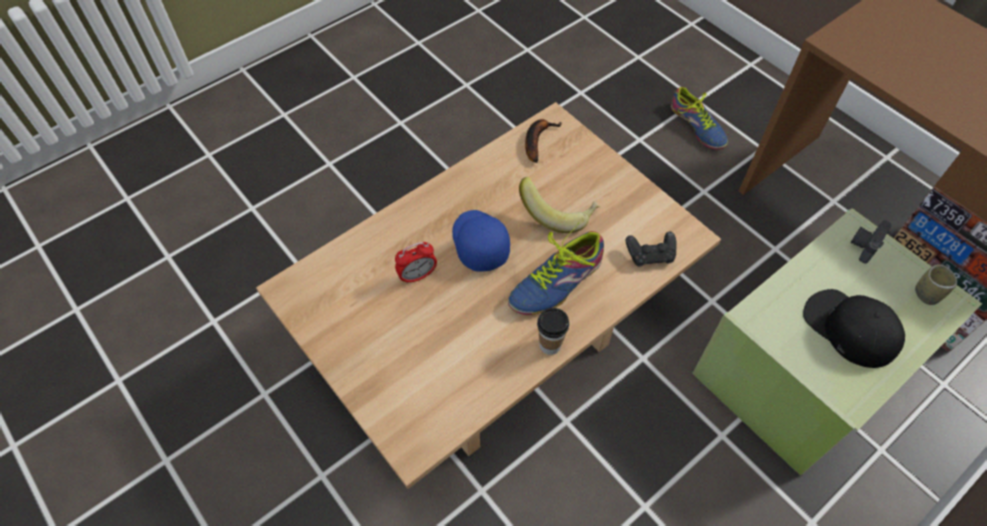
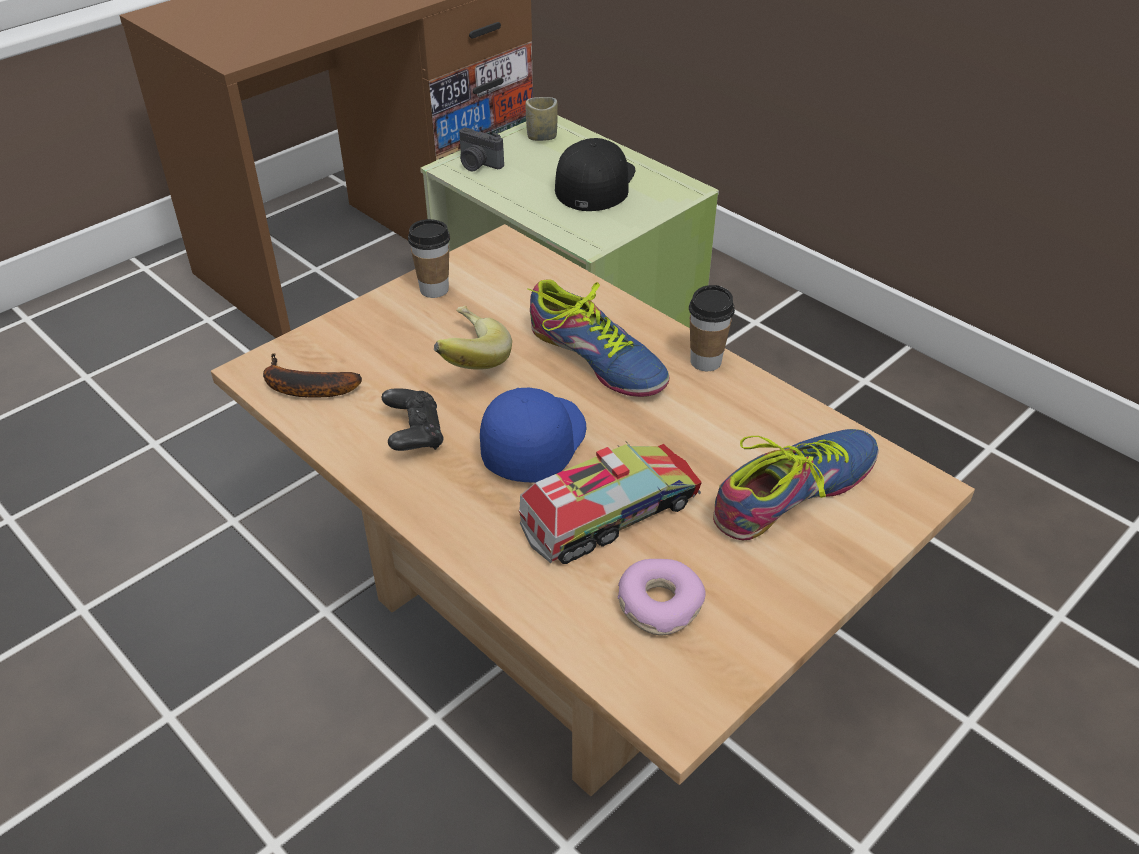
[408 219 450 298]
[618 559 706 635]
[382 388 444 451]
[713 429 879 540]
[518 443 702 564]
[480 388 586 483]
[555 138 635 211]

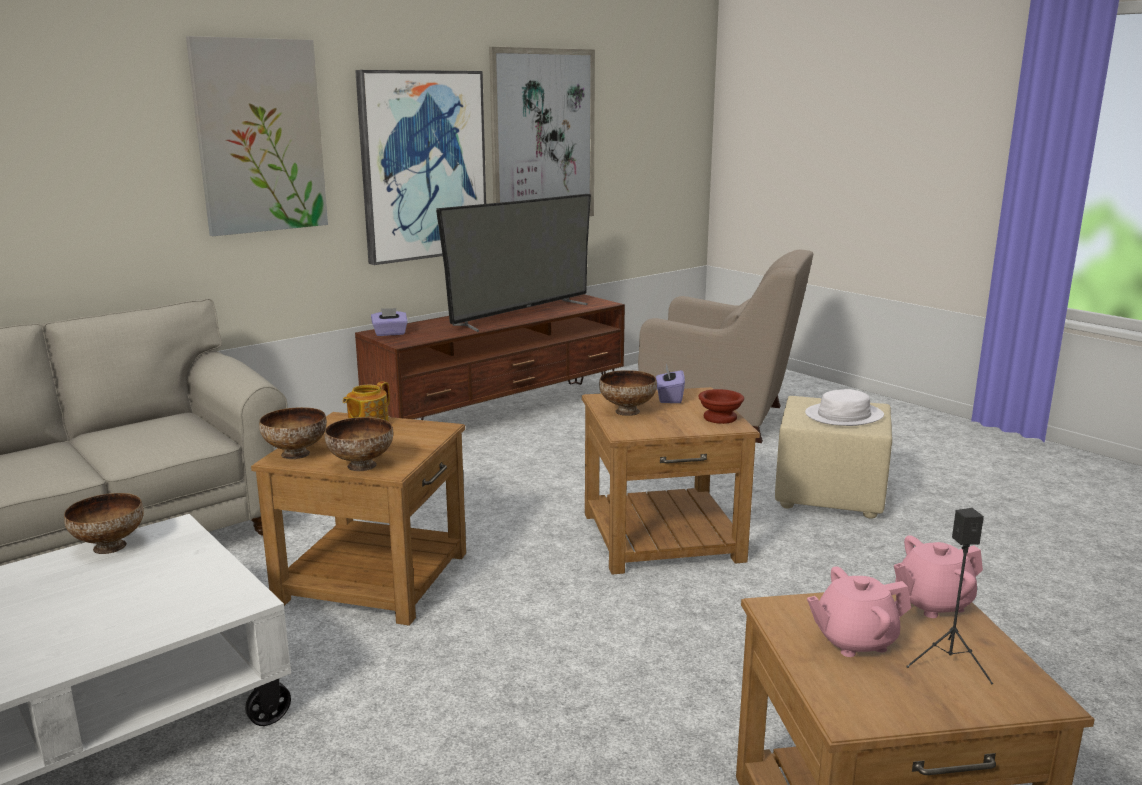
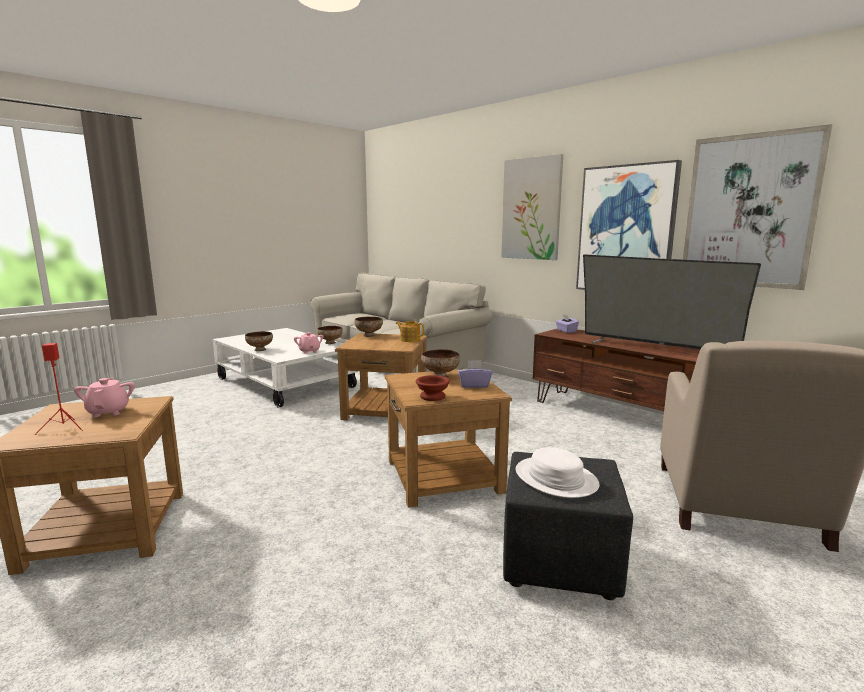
[245 331 273 351]
[294 332 323 354]
[503 452 633 600]
[35 343 83 435]

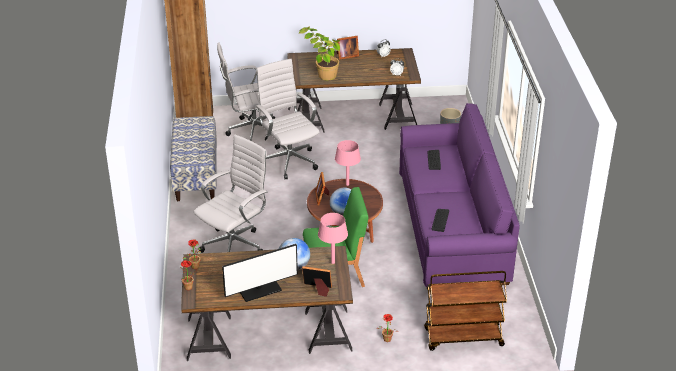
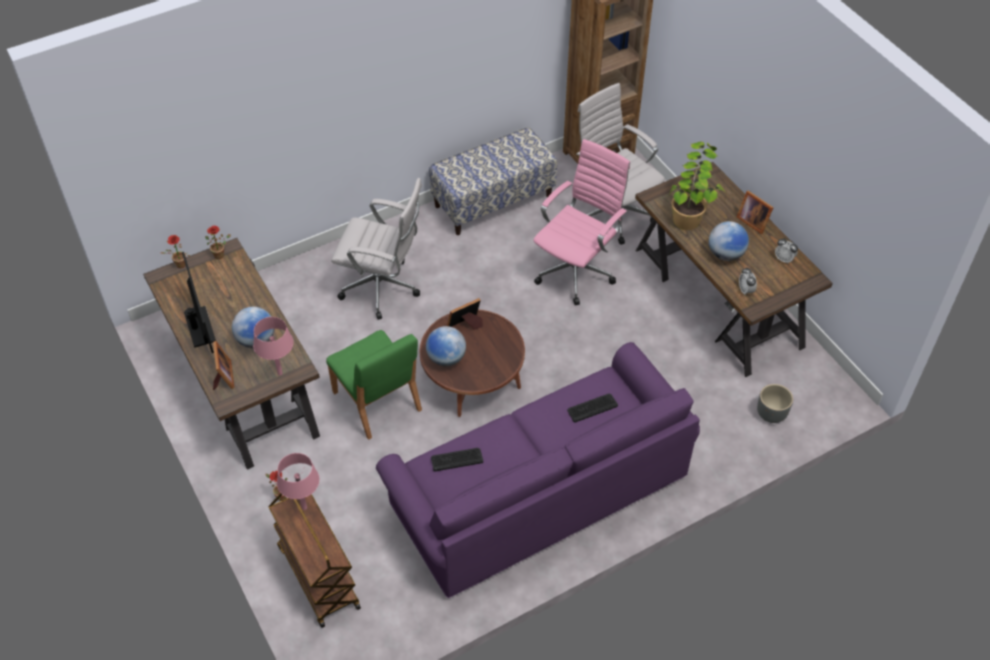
[709 221 749 261]
[277 453 320 510]
[533 139 630 305]
[182 252 216 353]

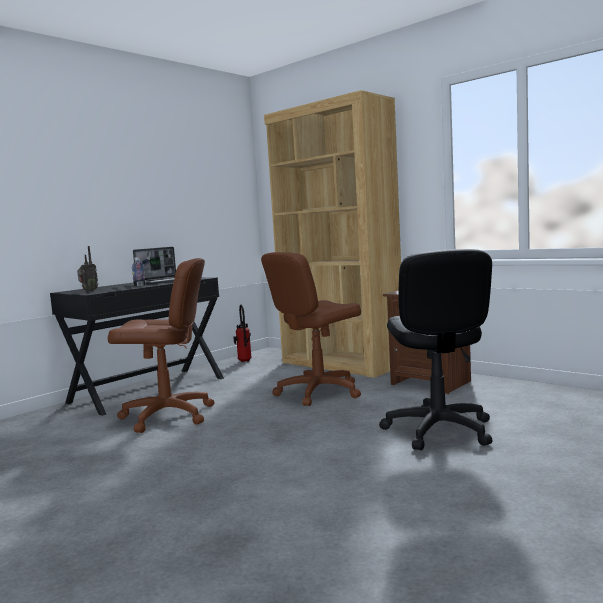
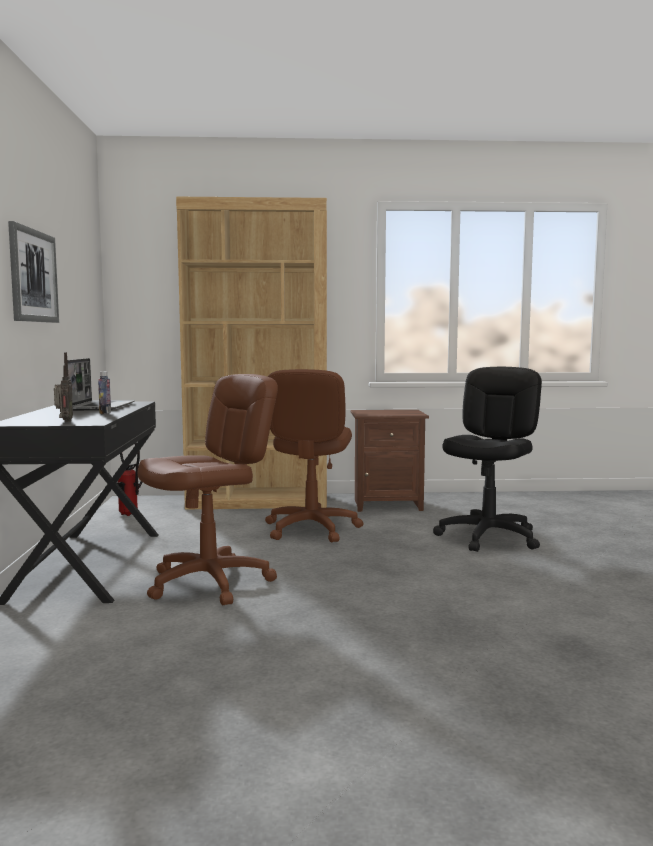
[8 221 59 323]
[433 367 542 552]

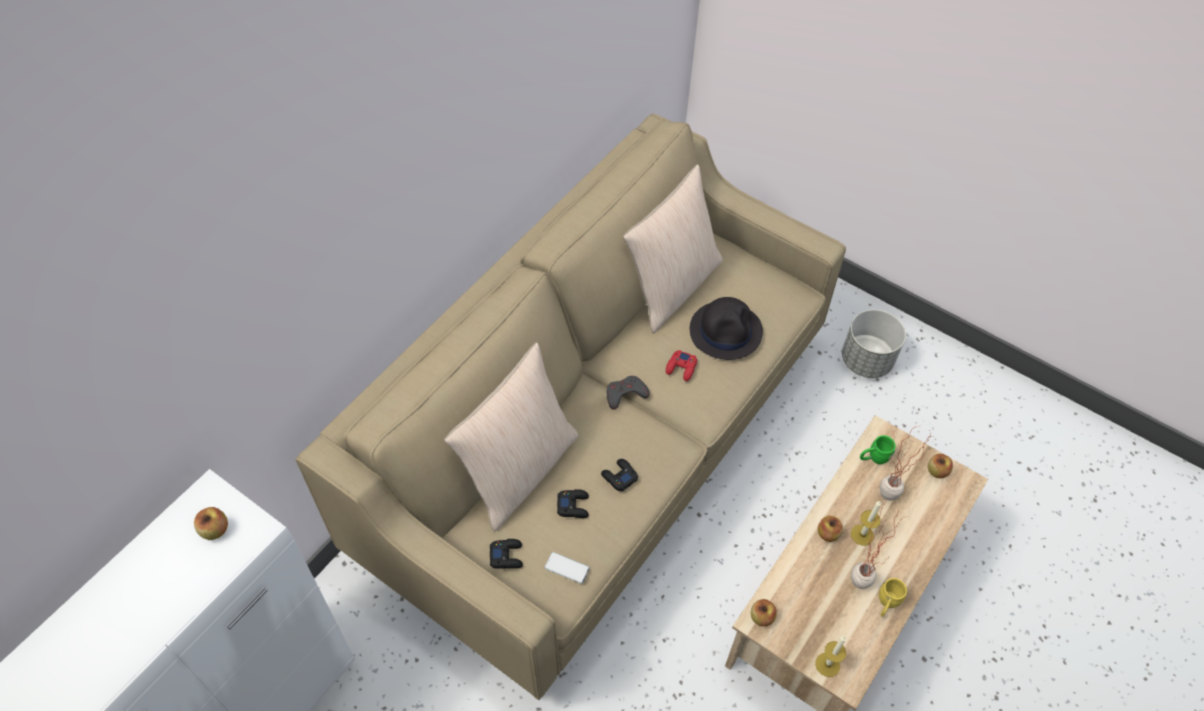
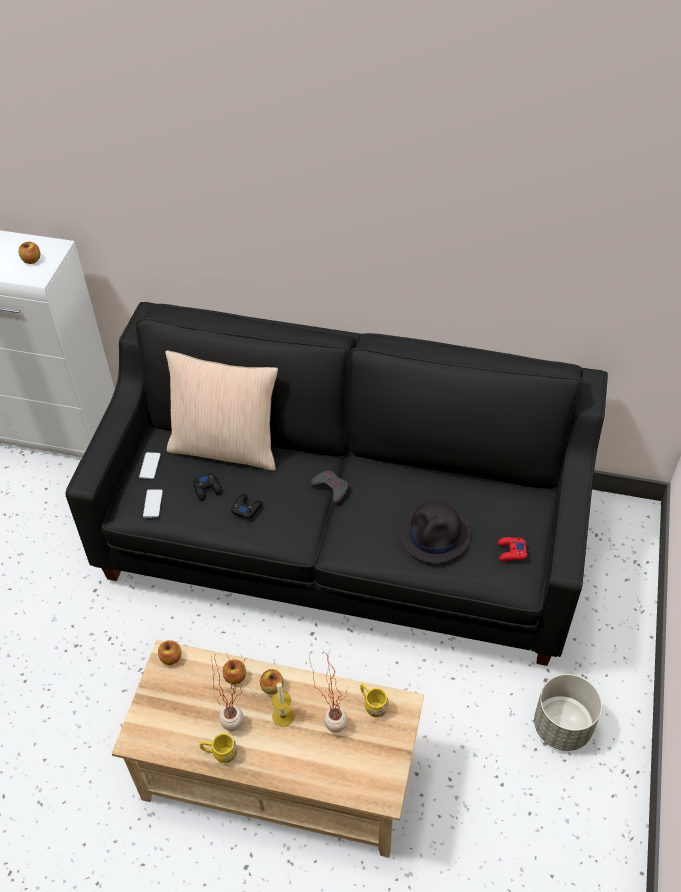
[623 164 723 333] (first image)
[815 636 846 677] (first image)
[497 537 527 561]
[223 659 246 684]
[139 452 161 479]
[65 302 608 666]
[360 684 389 717]

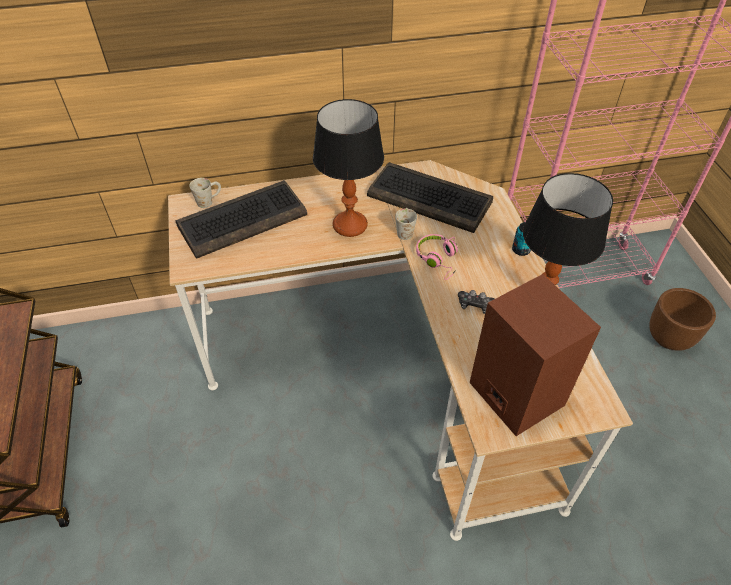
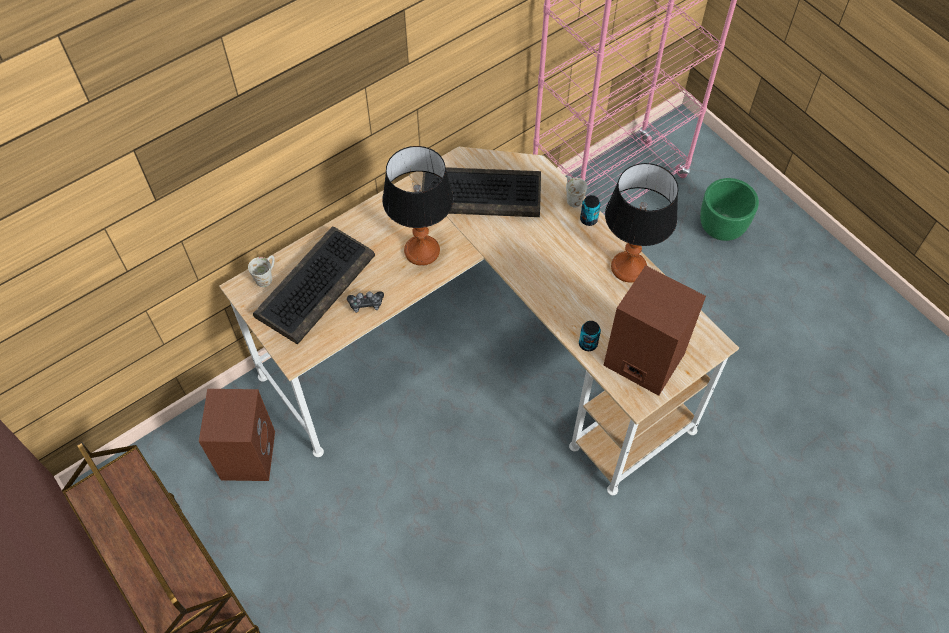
[416 234 458 280] (first image)
[199 389 275 481]
[579 321 601 351]
[566 176 587 207]
[347 291 384 313]
[700 178 759 241]

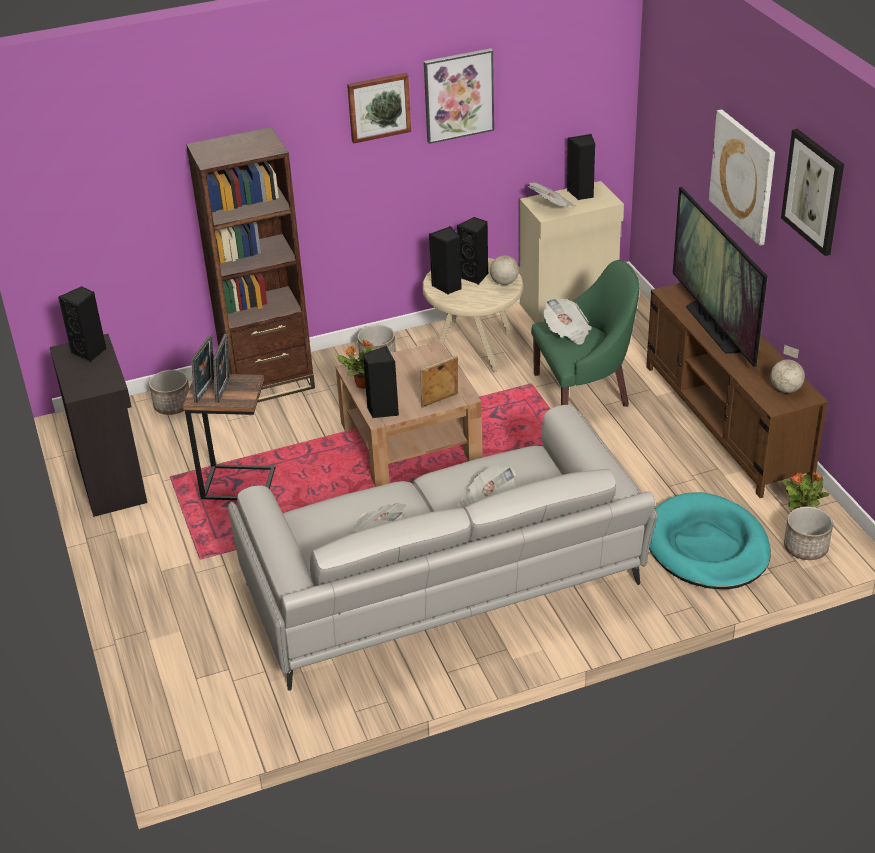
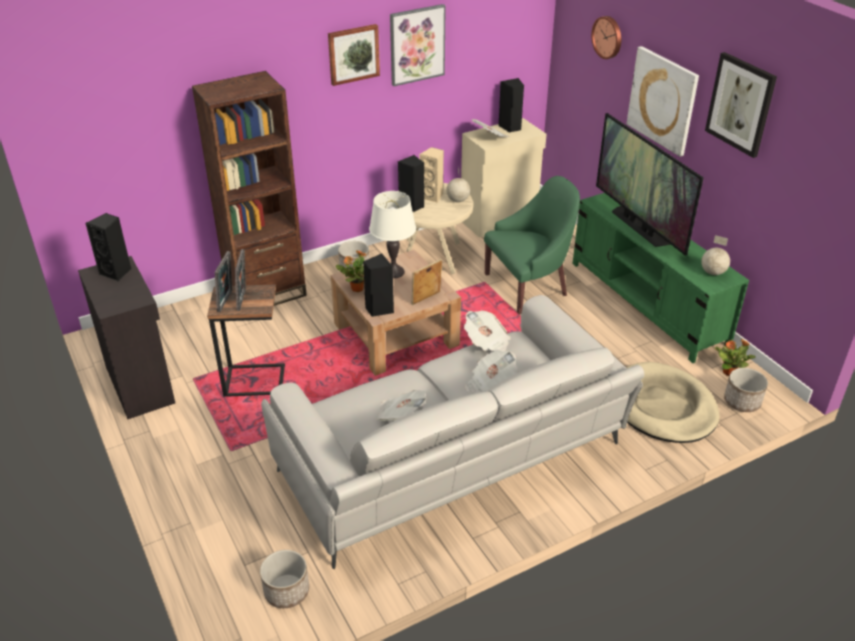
[369 191 416 278]
[591 16 621 59]
[260 550 309 608]
[464 310 511 352]
[419 147 444 203]
[572 193 749 363]
[627 362 720 443]

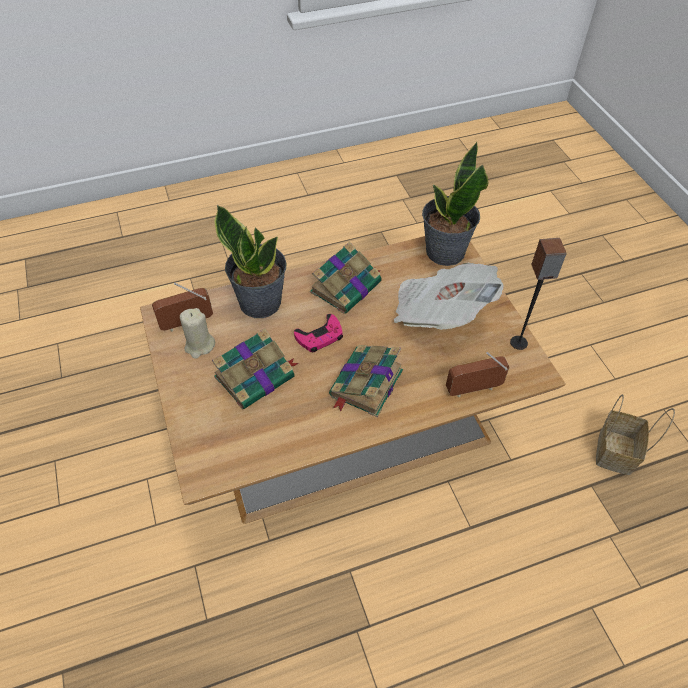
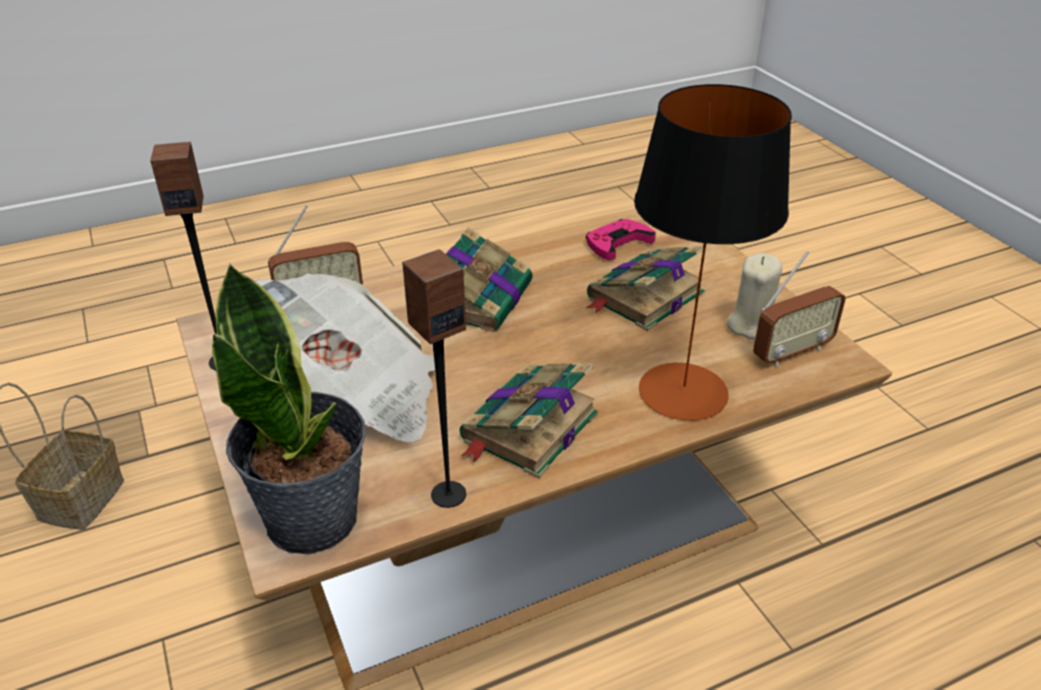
[402 249 466 508]
[586 219 656 260]
[634 84 792 421]

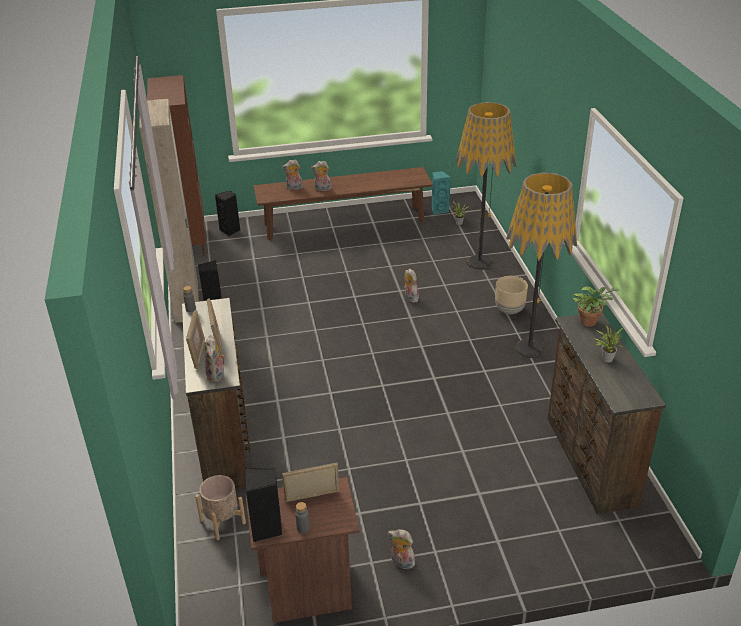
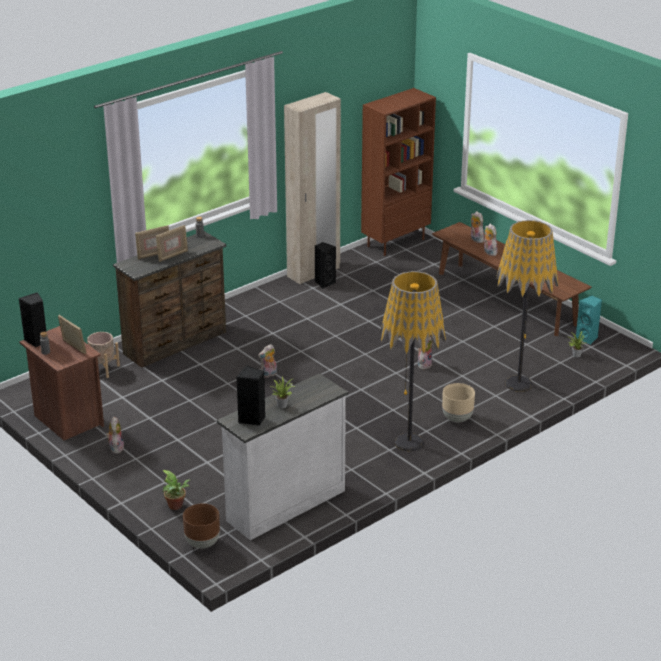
[183 504 220 549]
[258 344 277 378]
[237 365 265 426]
[162 470 191 510]
[217 373 348 540]

